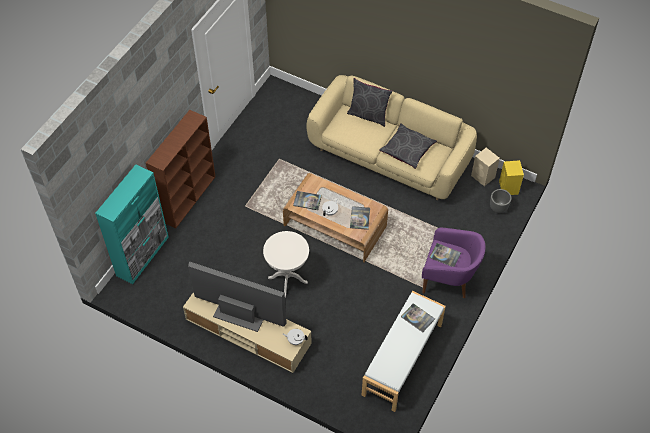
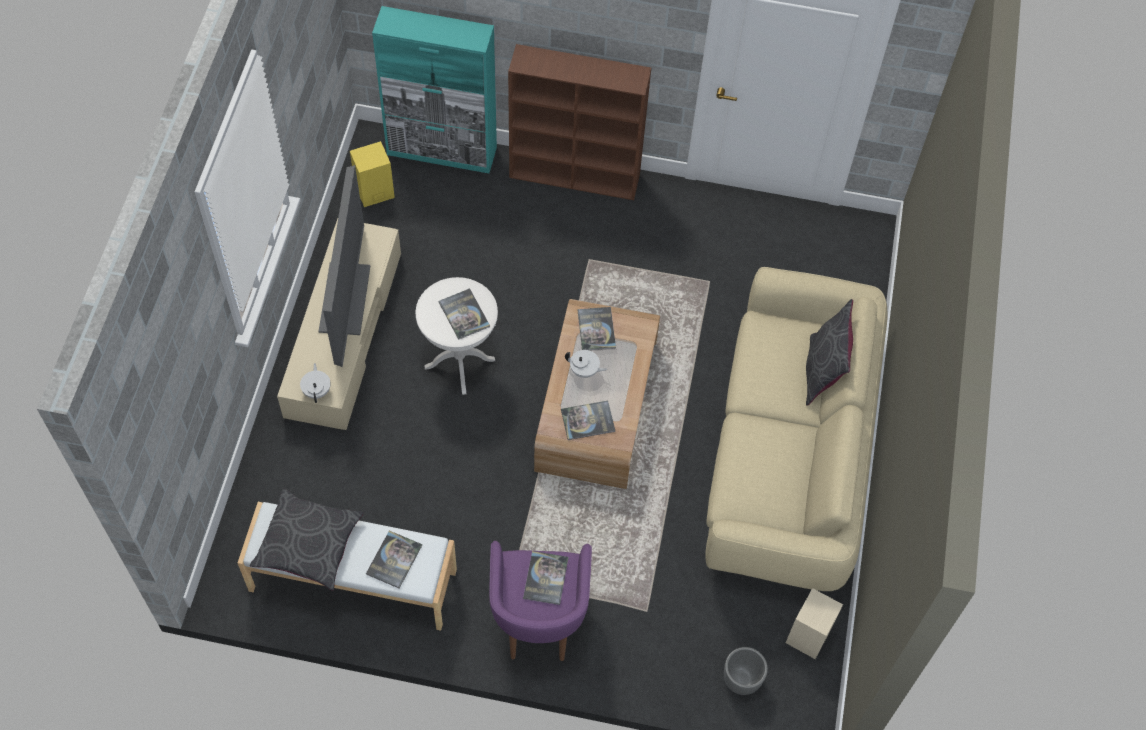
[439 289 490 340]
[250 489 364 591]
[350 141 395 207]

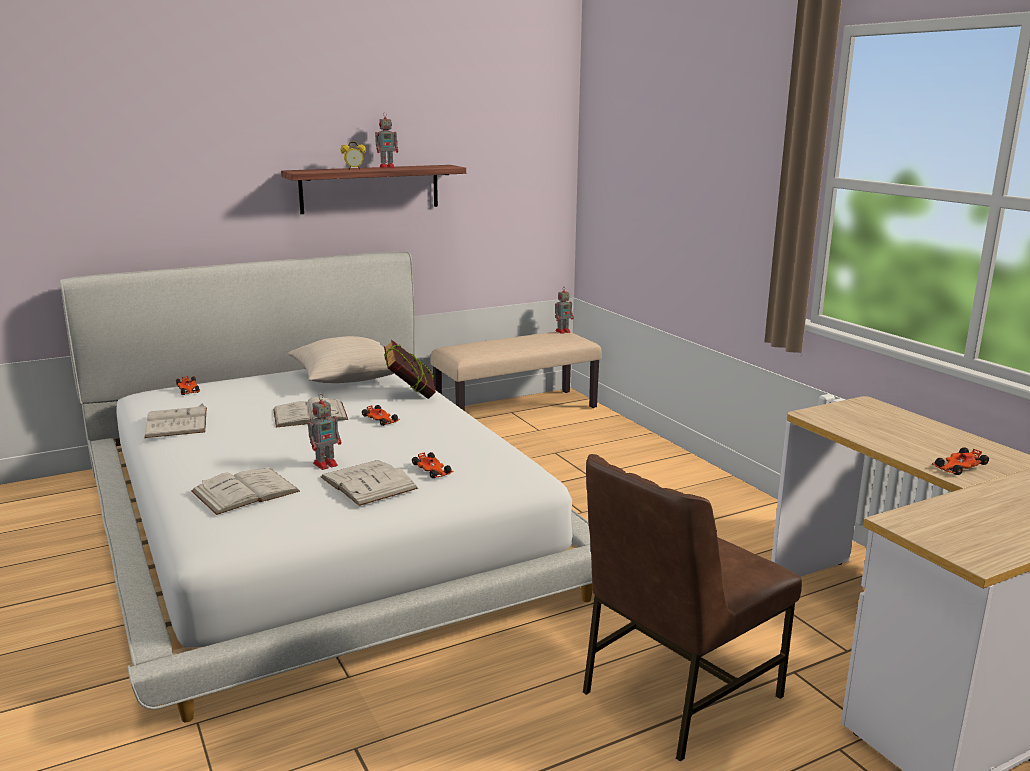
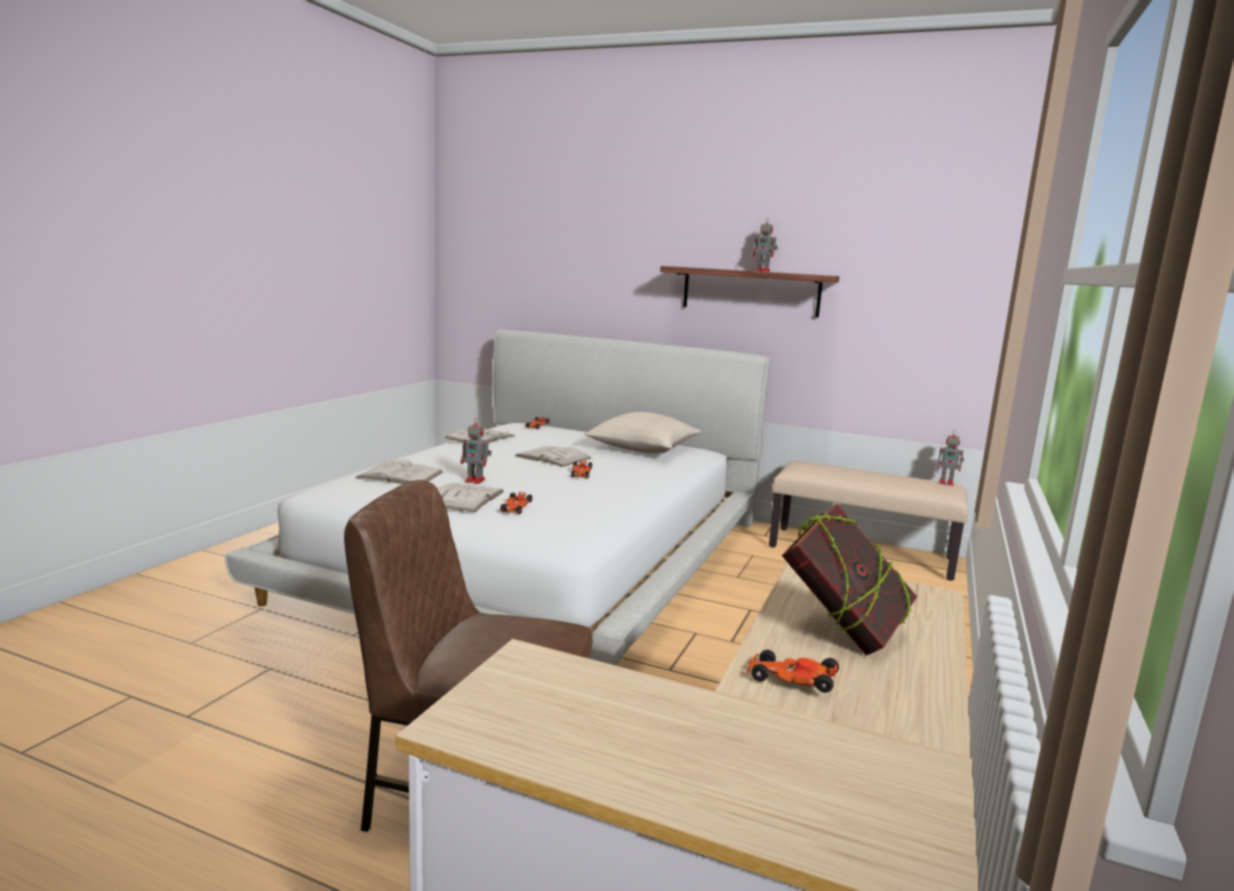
[340 141 366 170] (first image)
[782 503 917 655]

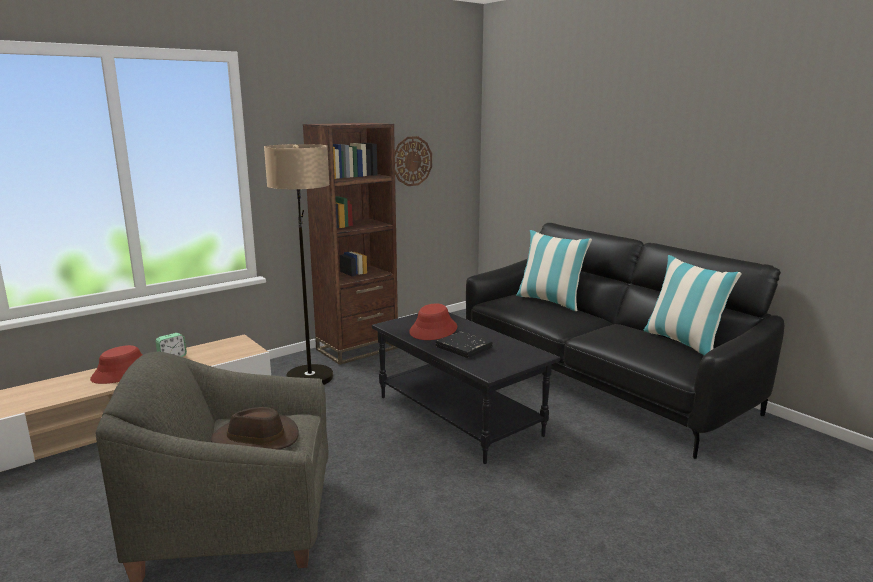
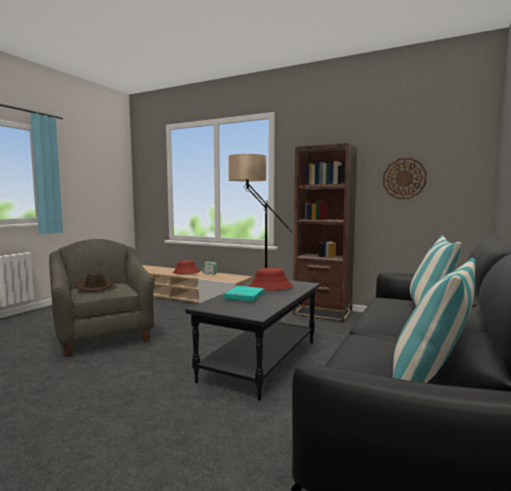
[224 286 265 302]

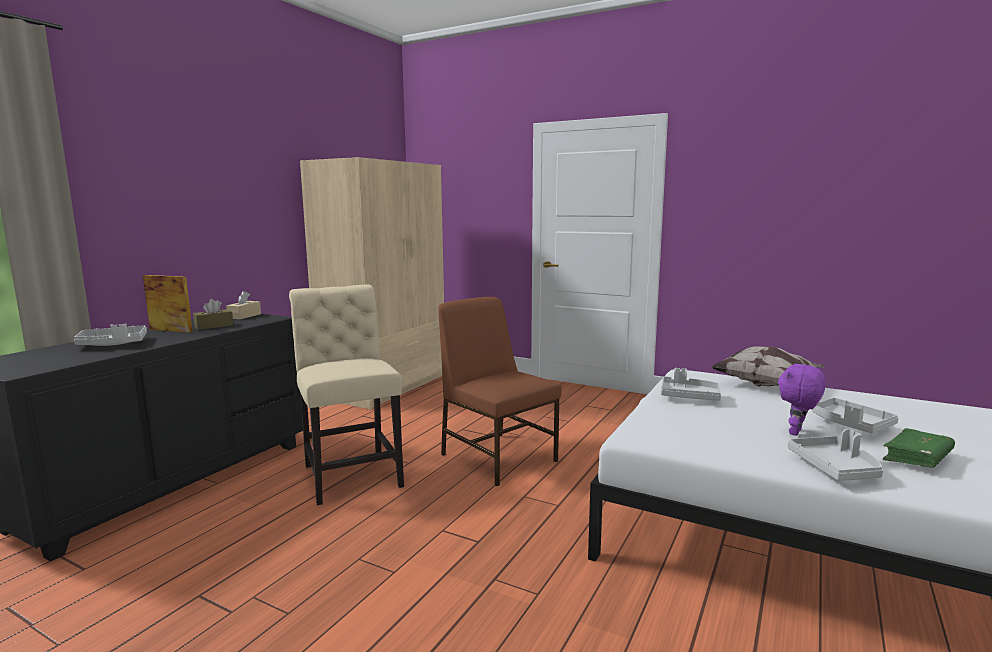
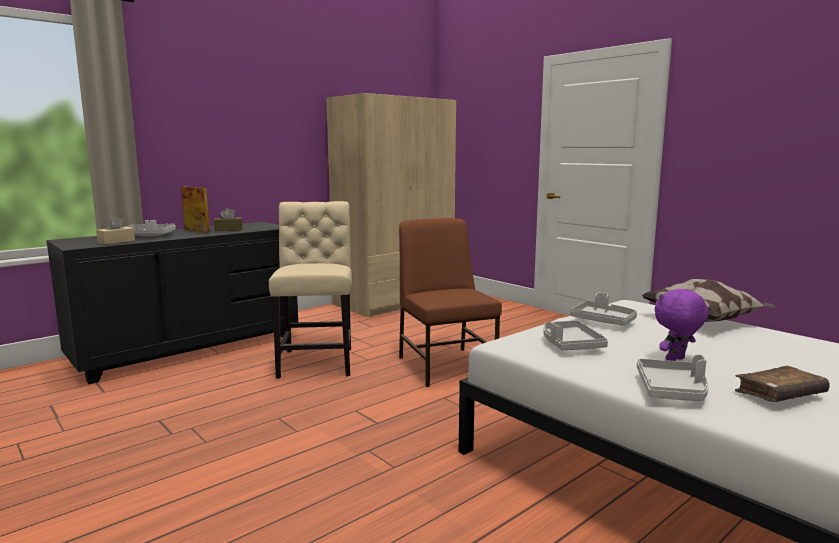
[96 216 135 244]
[543 320 608 350]
[735 366 830 402]

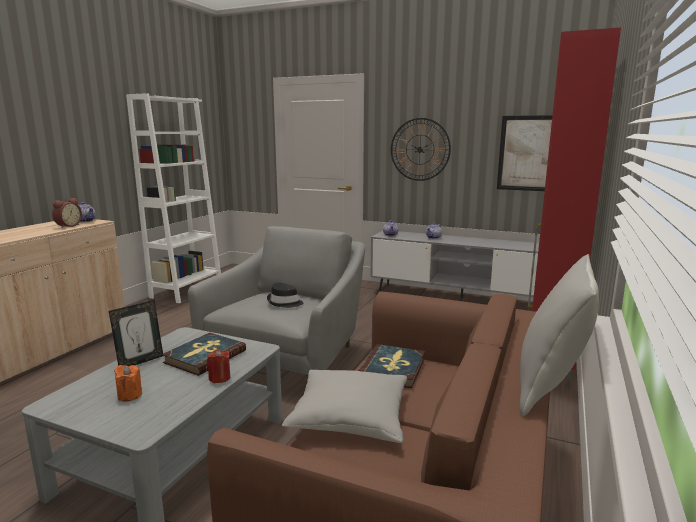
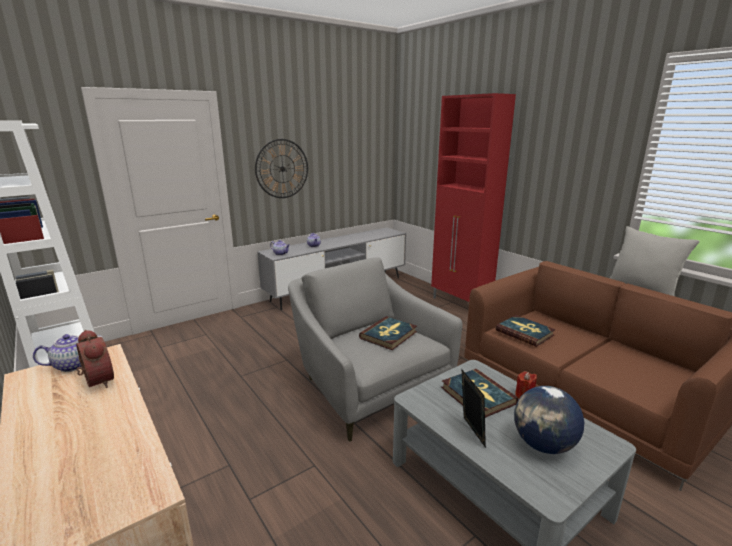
[282 370 407 443] (first image)
[497 115 552 191] (first image)
[514 386 584 454]
[359 316 417 350]

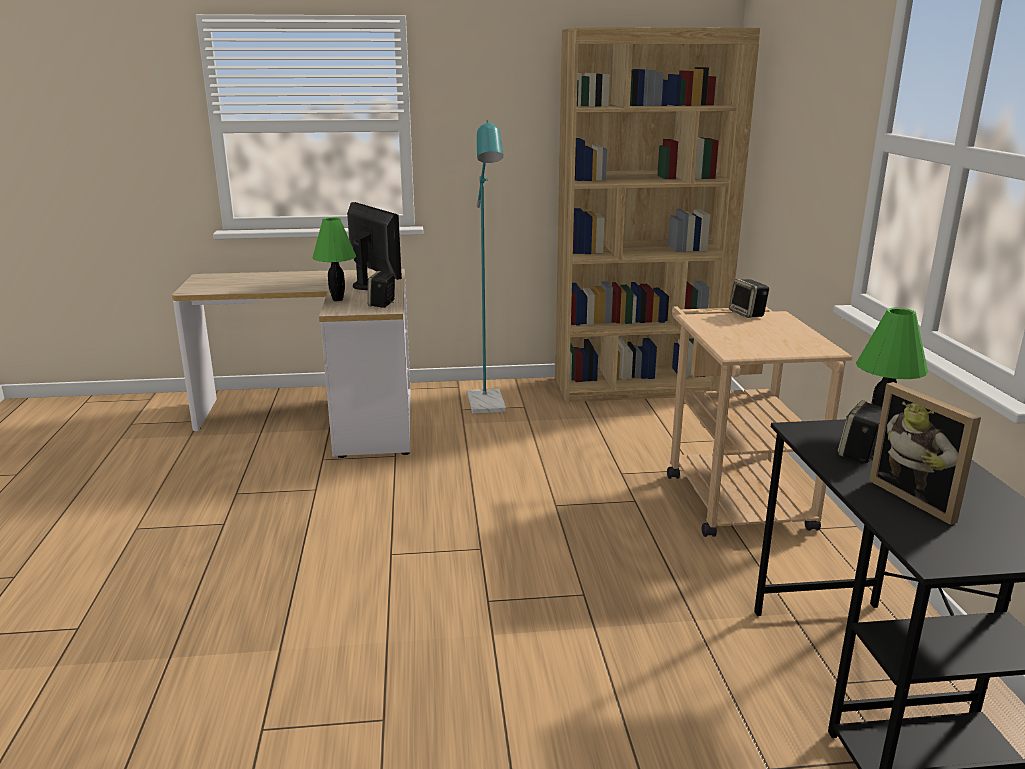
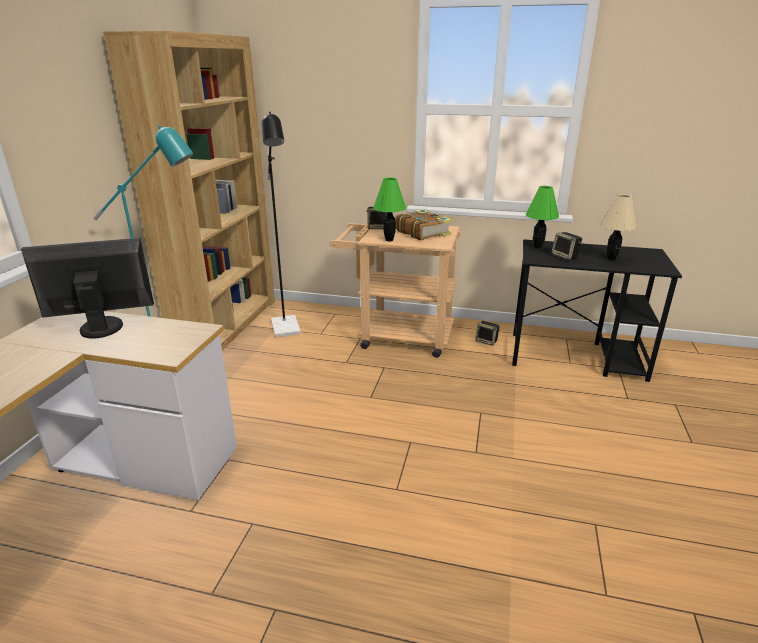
[262 112 301 337]
[395 209 452 240]
[373 177 406 241]
[475 321 500 346]
[600 194 637 260]

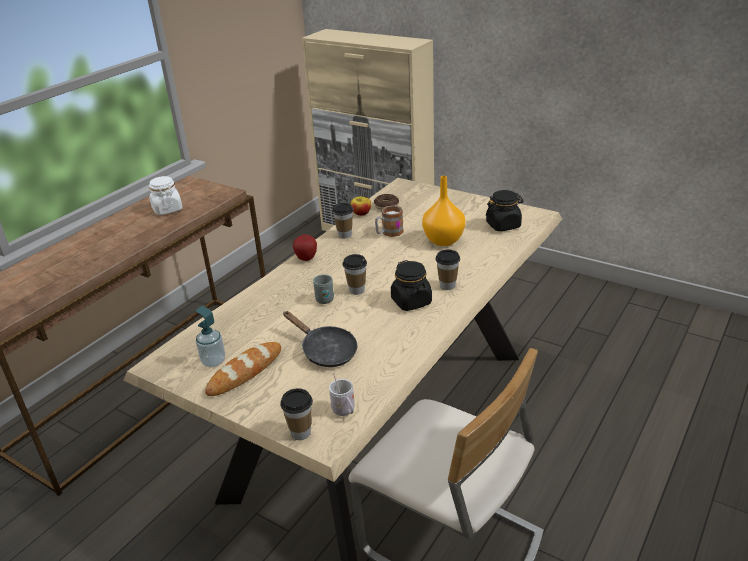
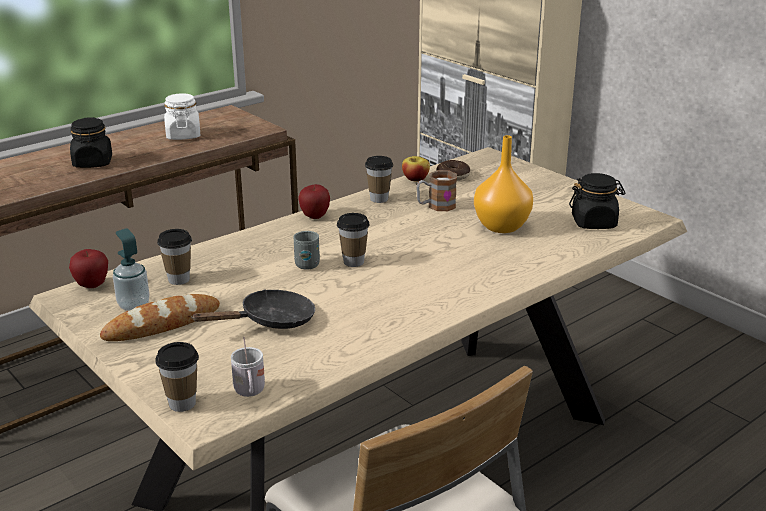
[69 249 108 288]
[70 117 112 168]
[157 229 192 285]
[191 289 315 329]

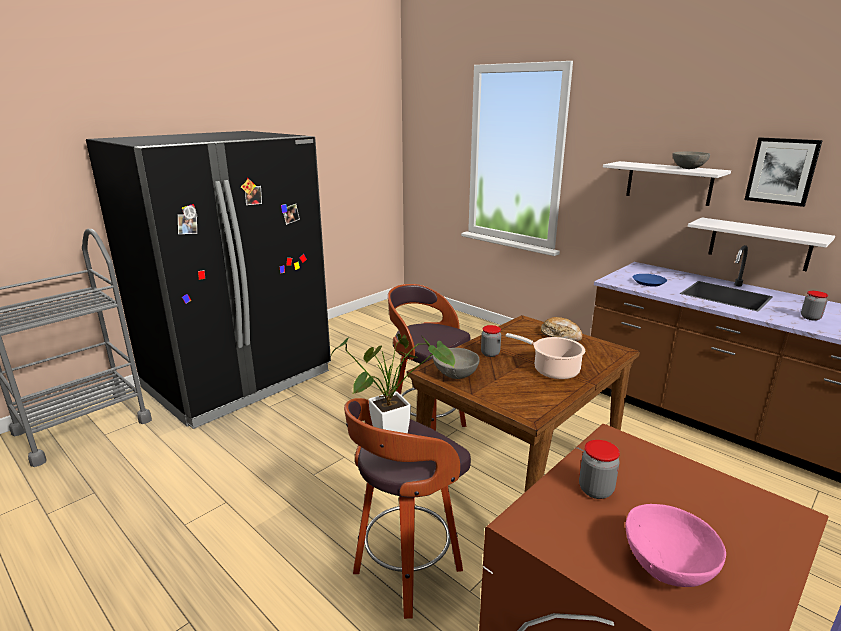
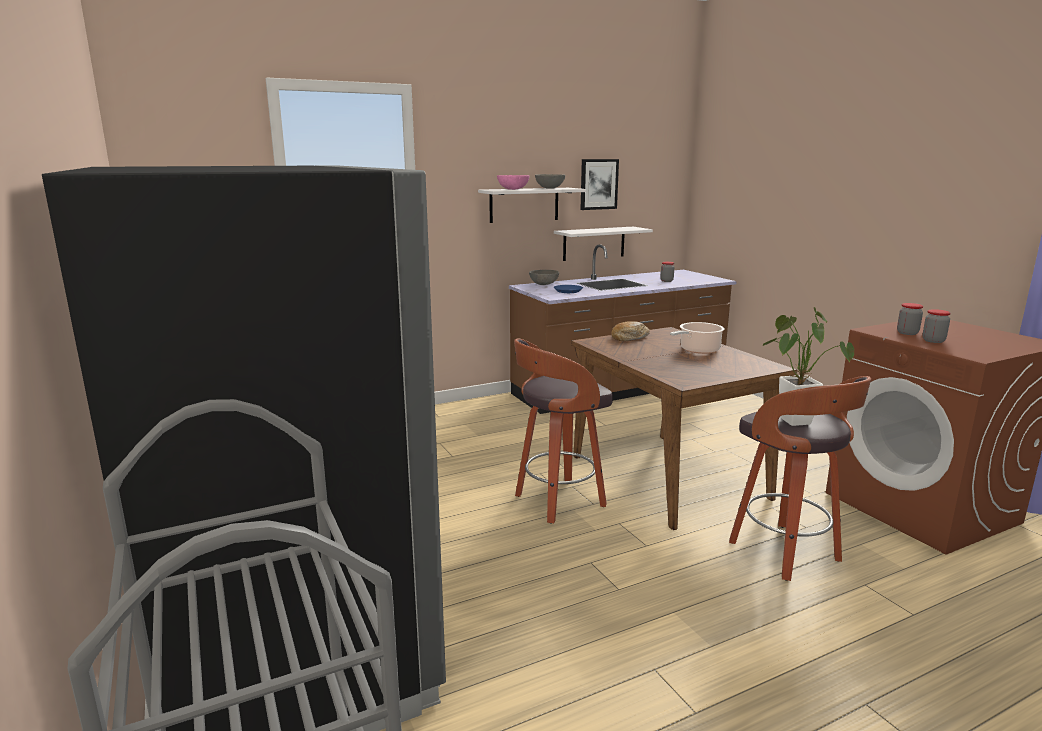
[529 270 559 285]
[897 303 923 335]
[497 175 530 190]

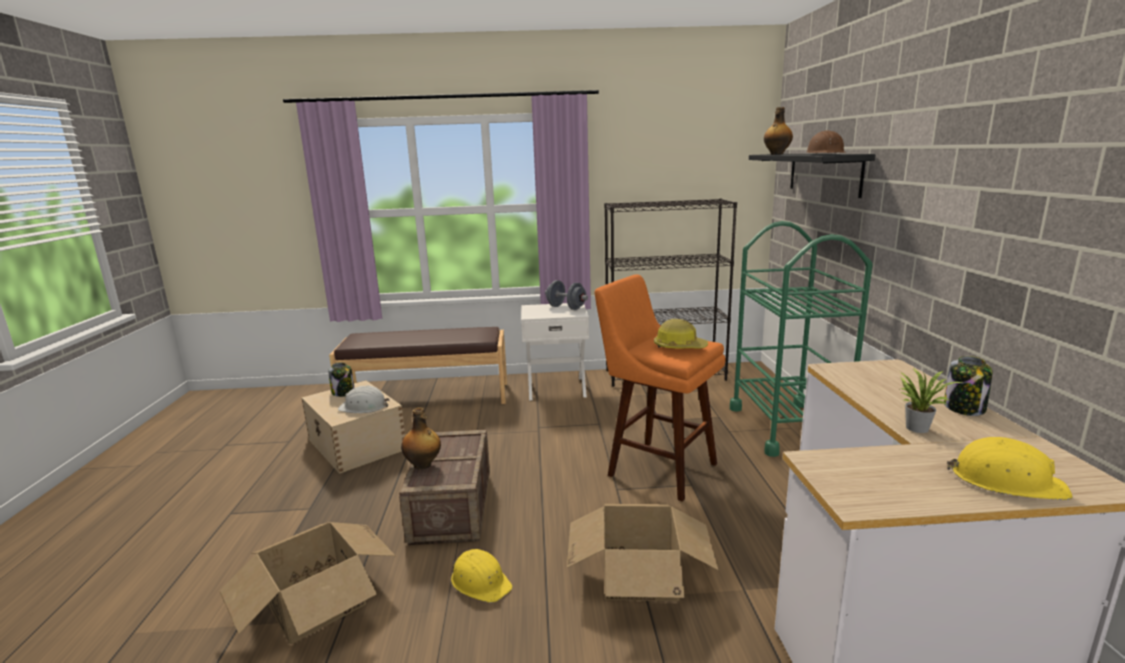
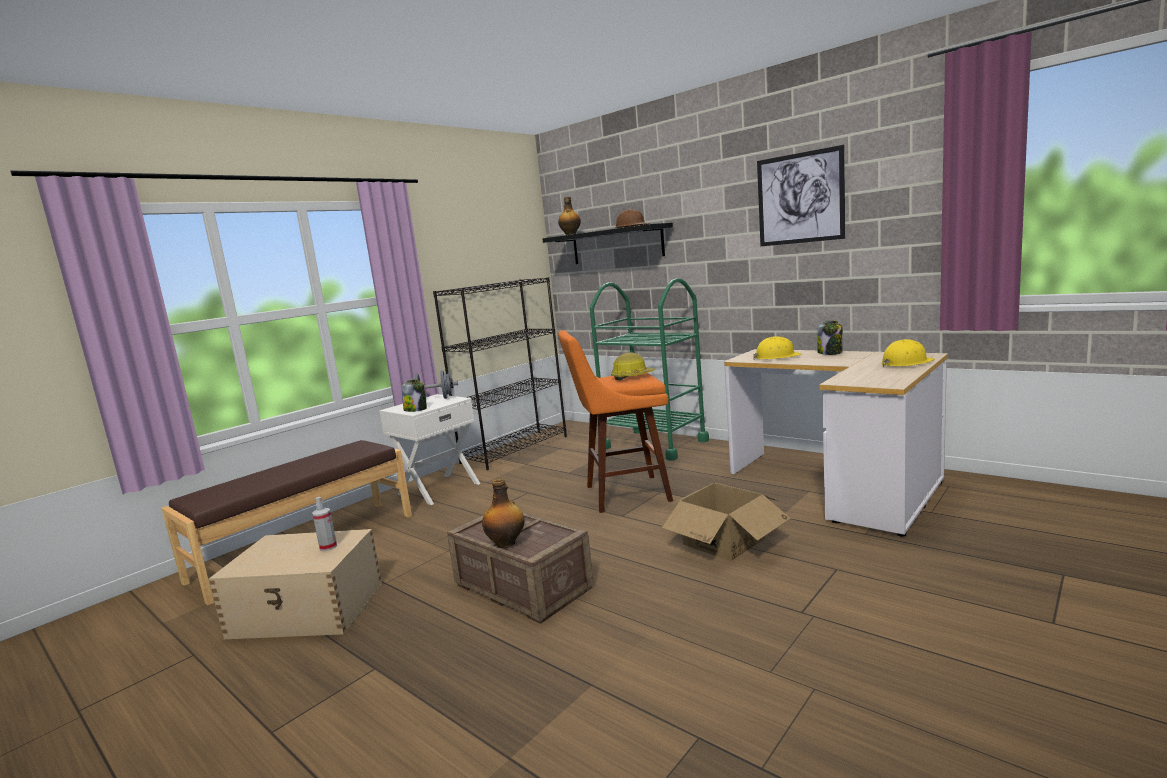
[219 522 396 644] (first image)
[900 368 963 433] (first image)
[757 145 845 246]
[402 380 427 412]
[753 336 802 360]
[312 497 337 551]

